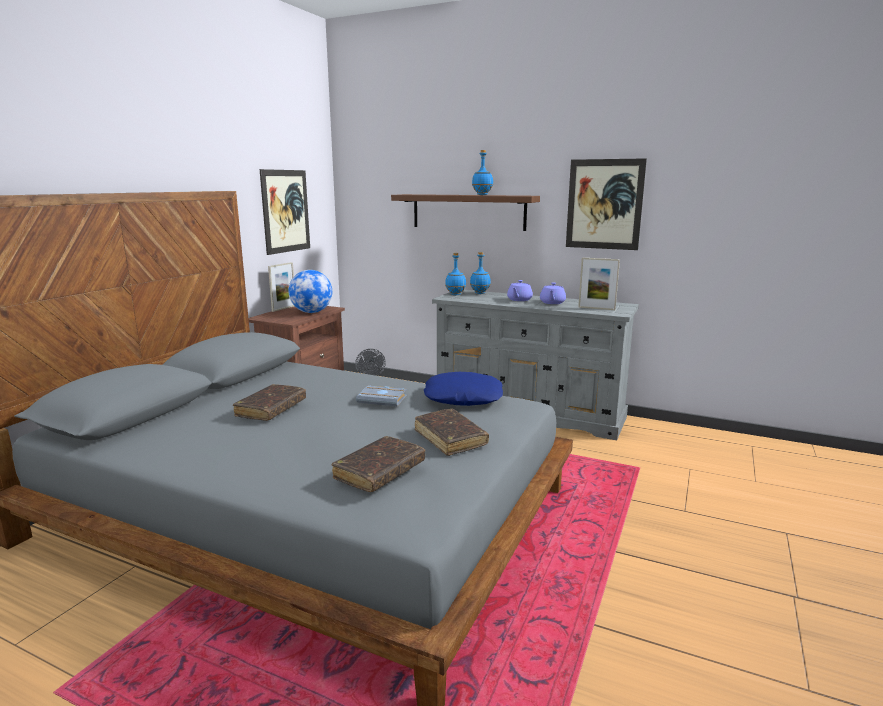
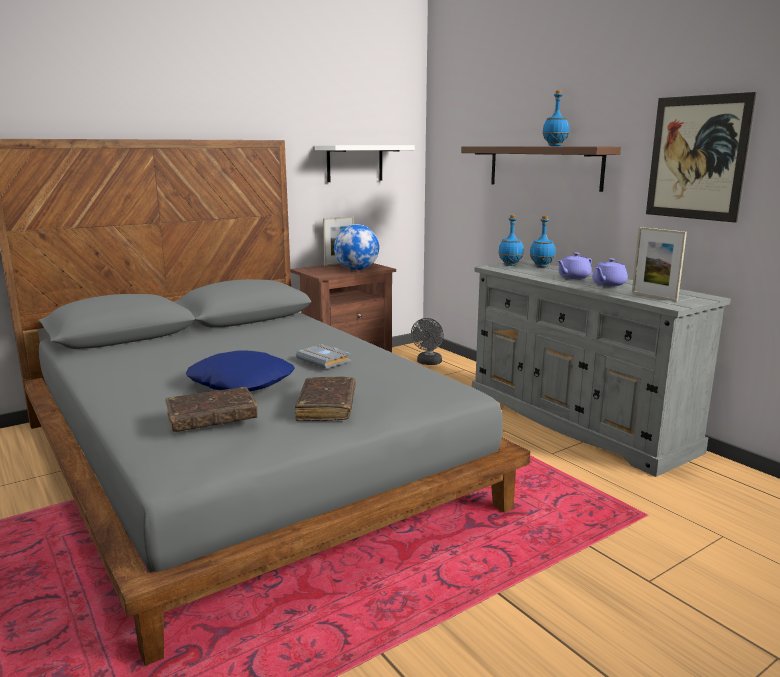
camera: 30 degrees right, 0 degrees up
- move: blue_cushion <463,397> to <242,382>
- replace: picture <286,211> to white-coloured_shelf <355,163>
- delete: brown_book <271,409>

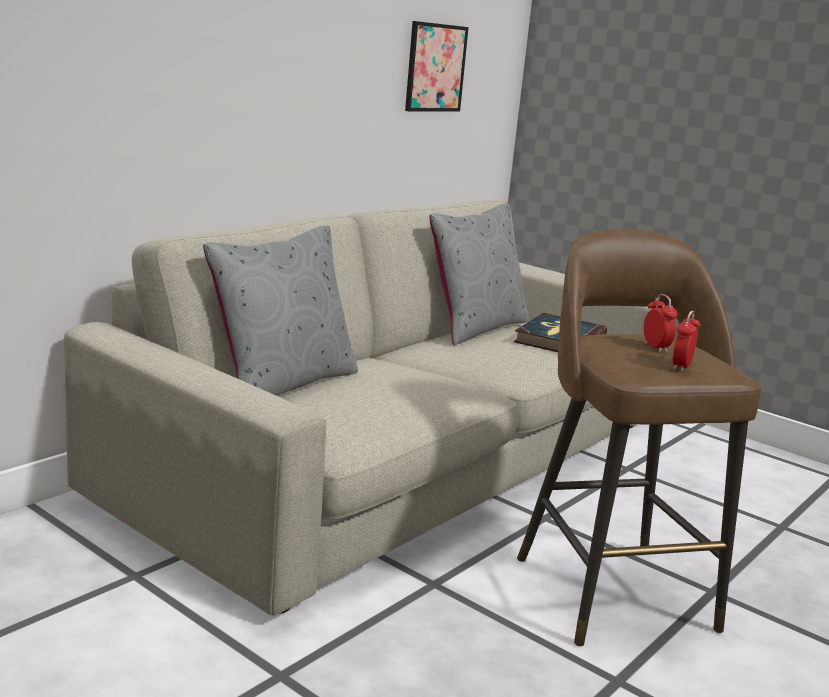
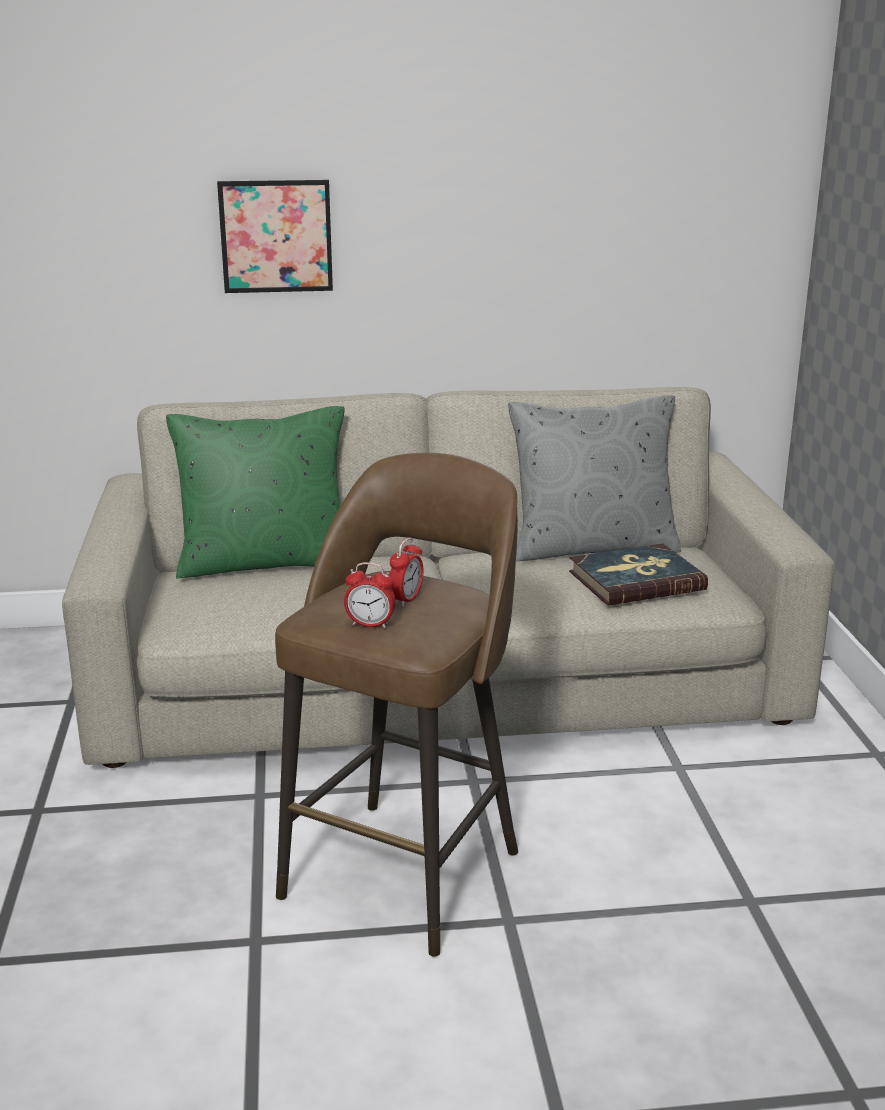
camera: 45 degrees right, 5 degrees up
- recolor: greyish_cushion <283,383> to green_cushion <265,563>
- move: picture <435,68> to <276,236>
- rotate: table_clock <681,366> = <370,625> 150 degrees counterclockwise

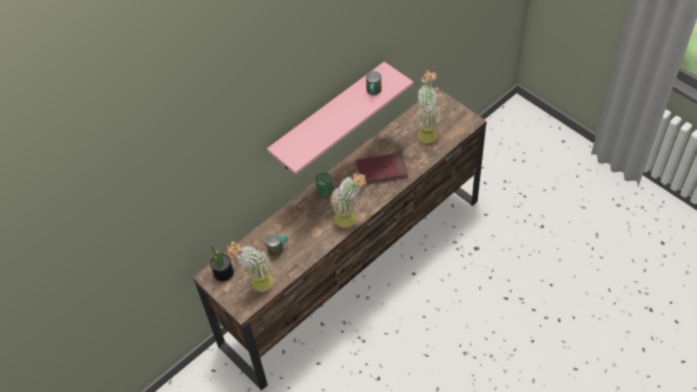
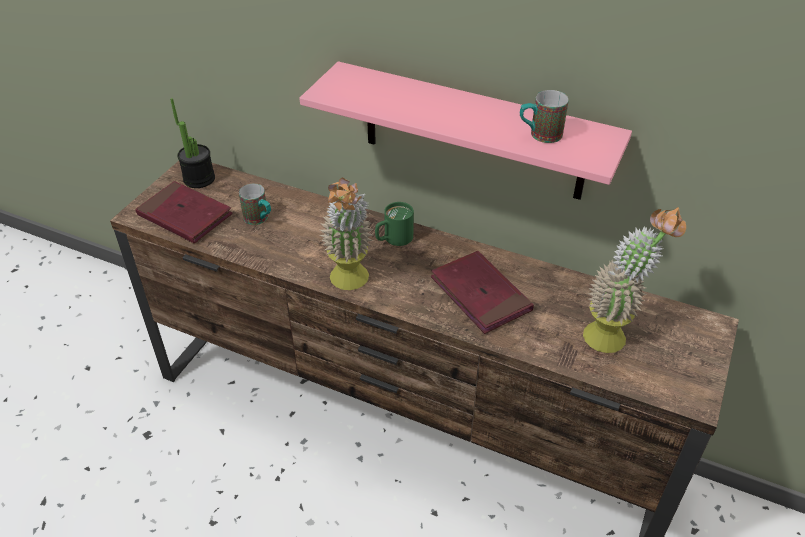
camera: 65 degrees right, 10 degrees down
- replace: potted_plant <256,285> to red_book <185,216>

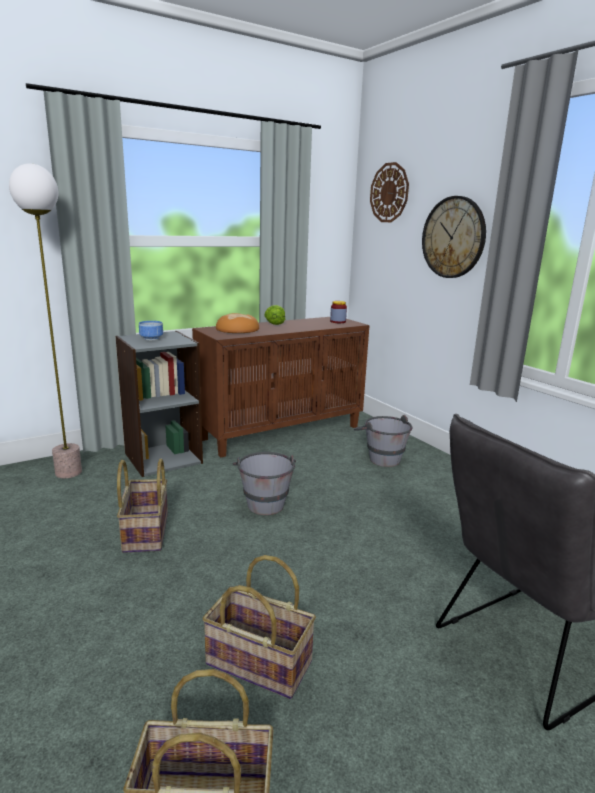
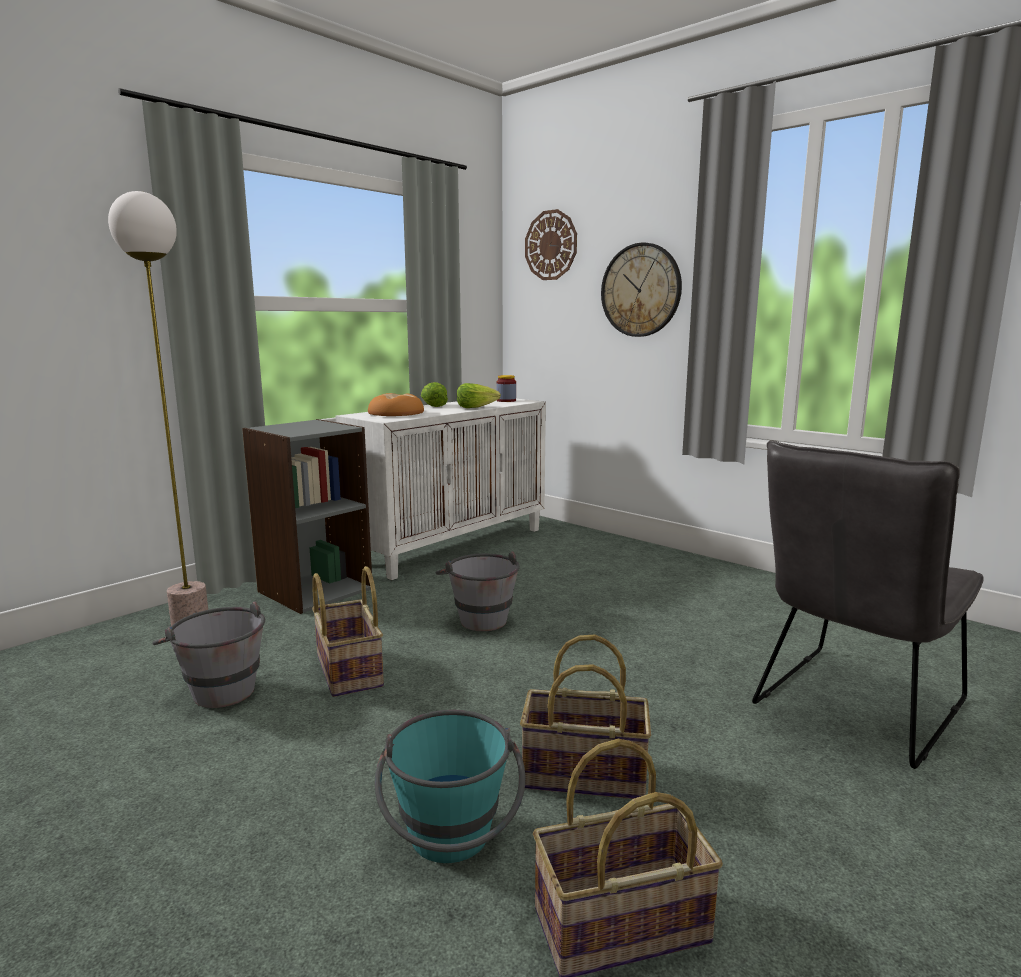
camera: 15 degrees left, 5 degrees down
- move: greyish_pail <380,457> to <218,688>
- recolor: brown_cabinet <282,432> to white-coloured_cabinet <451,545>
- insert: turquoise-coloured_pail <451,846>
- insert: head_of_lettuce <476,407>
- delete: bowl <152,339>

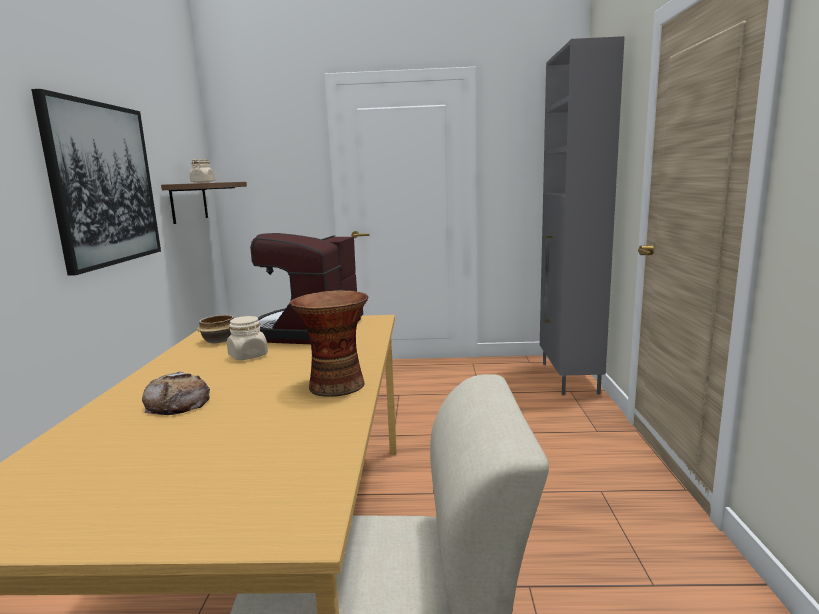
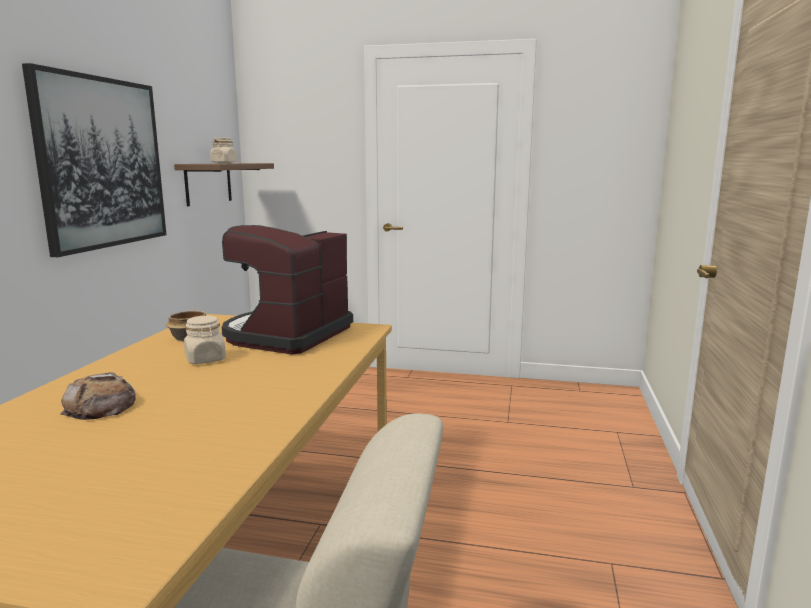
camera: 10 degrees right, 0 degrees up
- delete: flower_vase <335,385>
- delete: greyish_cabinet <569,378>

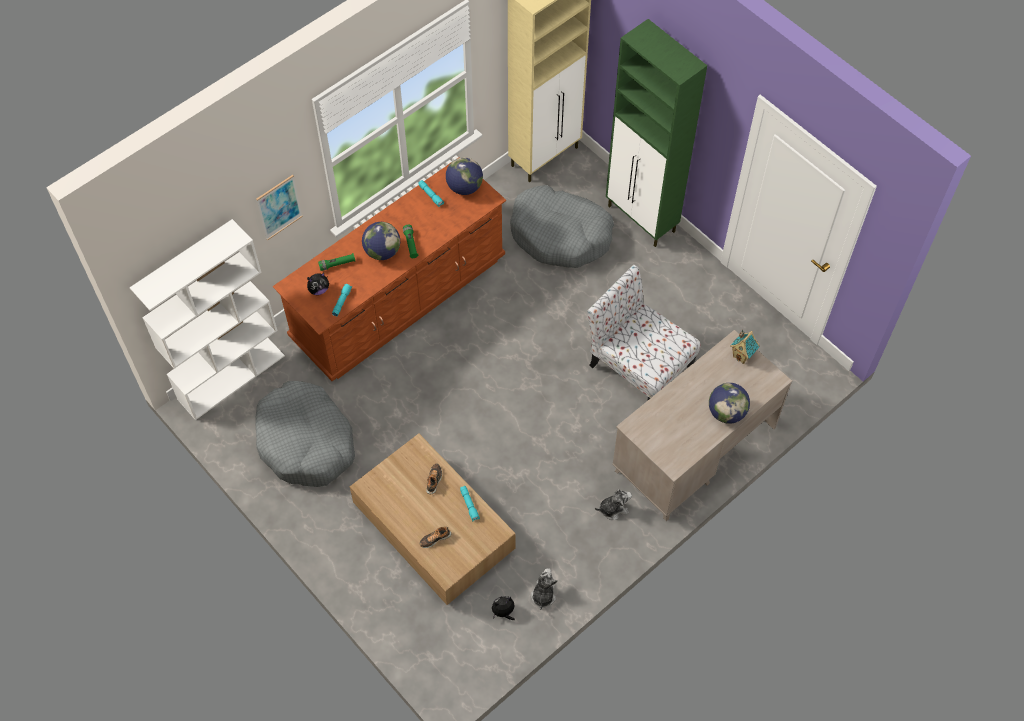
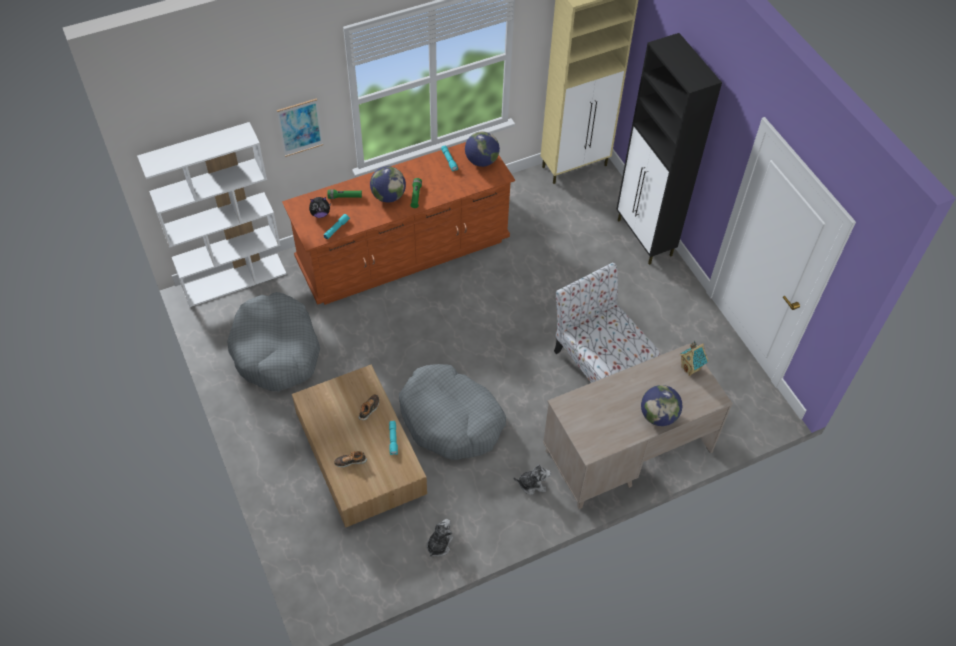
camera: 15 degrees right, 5 degrees down
- move: greyish_pet_bed <560,235> to <451,419>
- recolor: green_cabinet <642,219> to black-coloured_cabinet <644,238>
- delete: plush_toy <503,612>

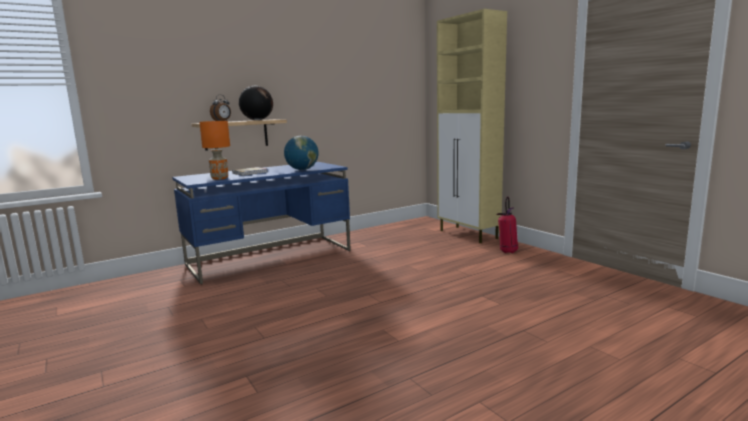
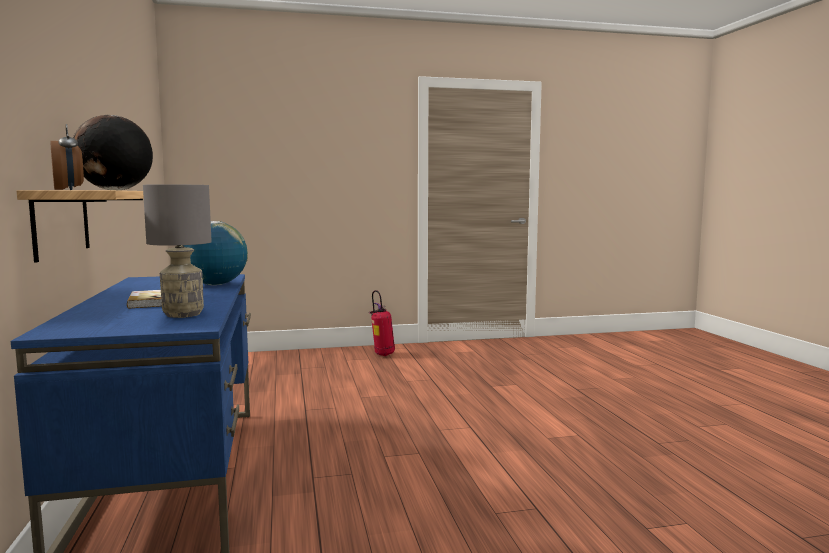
camera: 70 degrees left, 5 degrees down
- recolor: orangey_table_lamp <220,178> to greyish_table_lamp <183,314>
- delete: sand-coloured_cabinet <468,235>

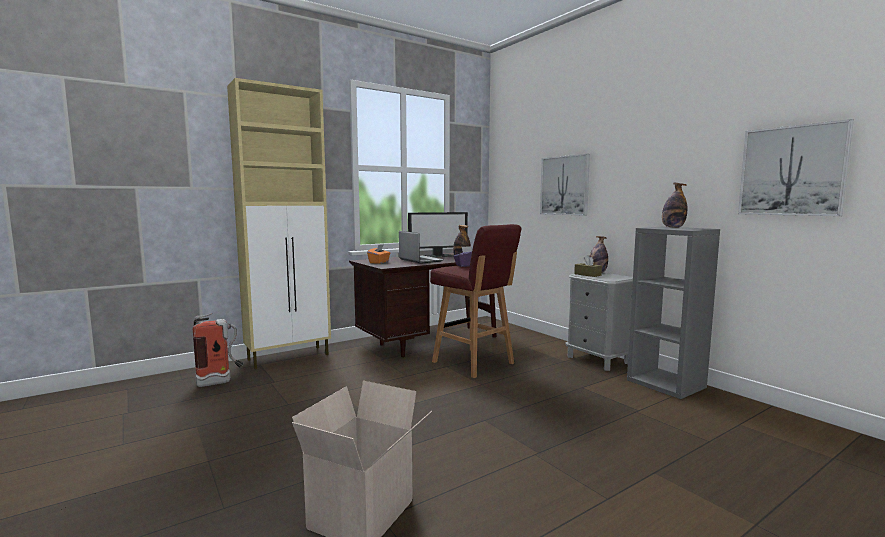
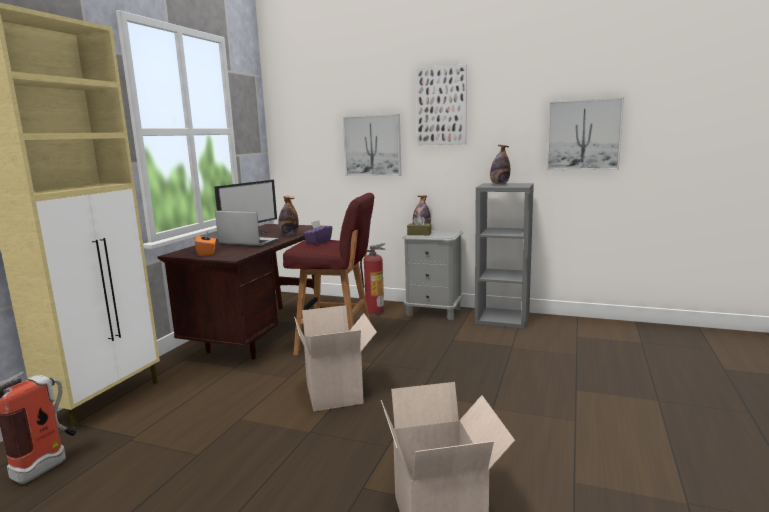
camera: 35 degrees left, 5 degrees up
- insert: packing_box <336,394>
- insert: extinguisher <375,312>
- insert: picture <441,106>

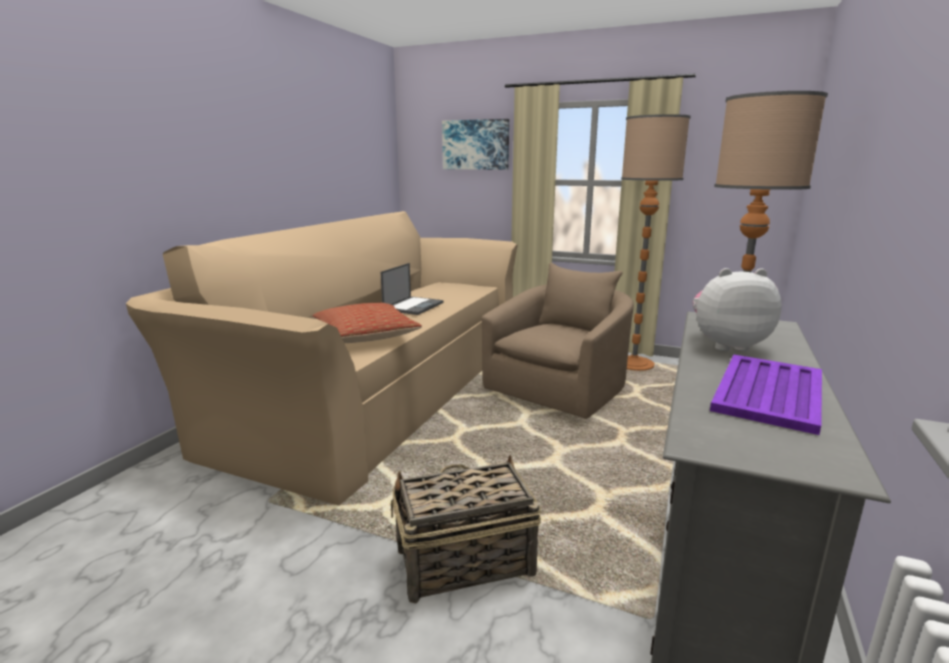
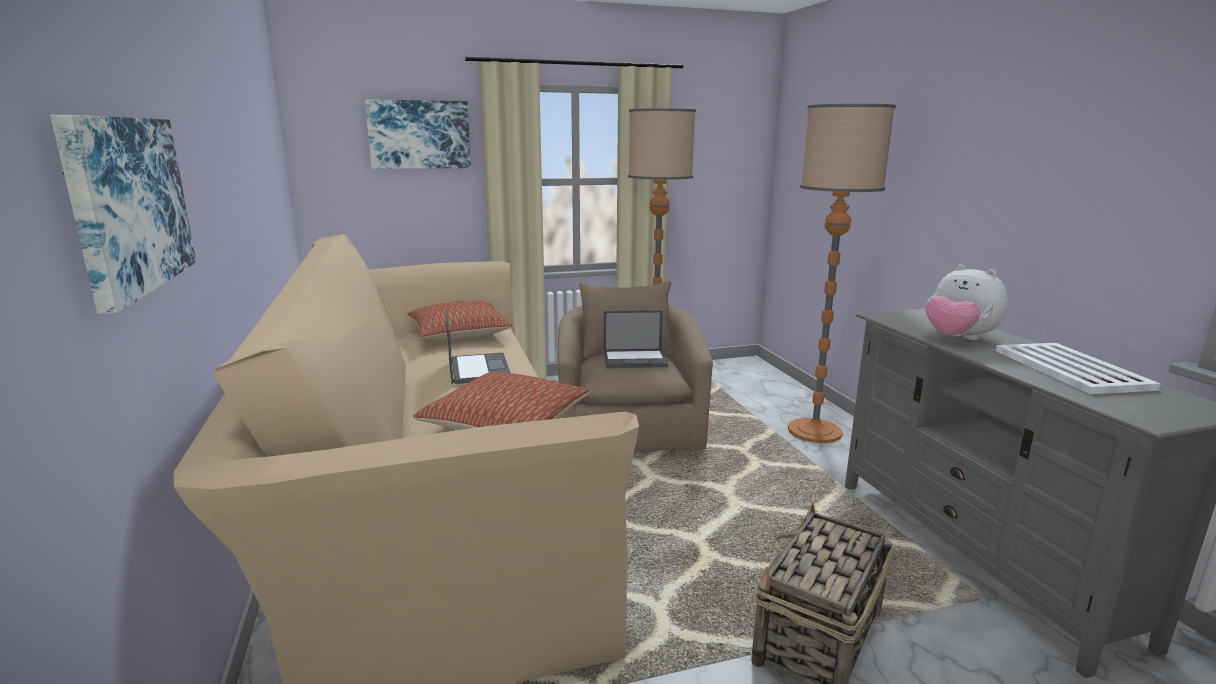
camera: 40 degrees left, 0 degrees up
- insert: picture <127,204>
- insert: cushion <459,335>
- insert: laptop <635,359>
- rotate: plush_toy <726,345> = <958,338> 90 degrees counterclockwise
- recolor: purple_serving_tray <768,393> to white-coloured_serving_tray <1071,369>

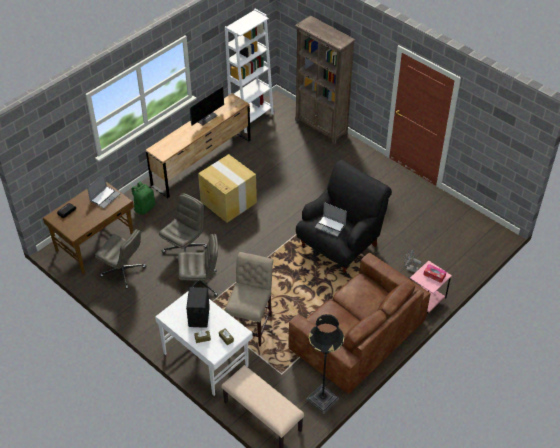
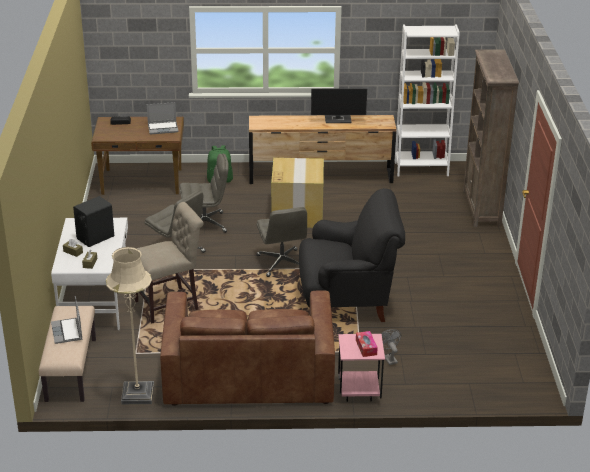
camera: 45 degrees right, 15 degrees down
- move: laptop <331,226> to <67,332>
- recolor: black-coloured_standard_lamp <322,400> to sand-coloured_standard_lamp <137,394>
- move: greyish_office_chair <123,272> to <282,263>

